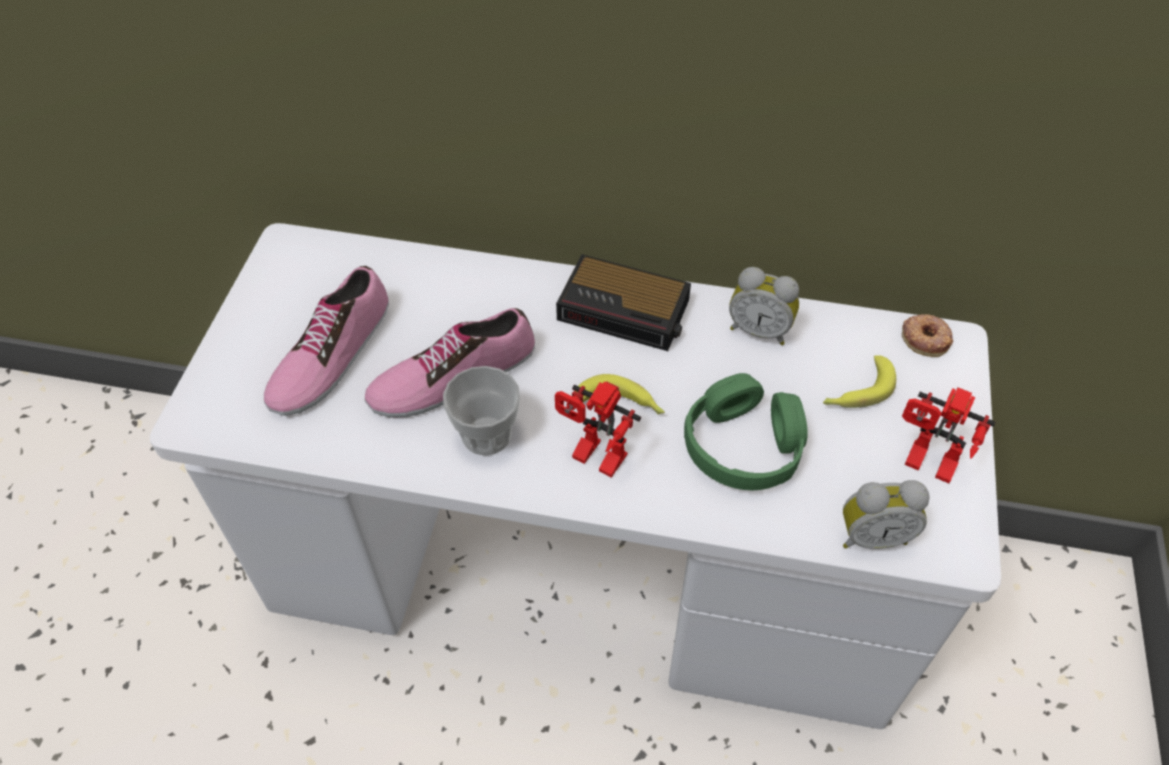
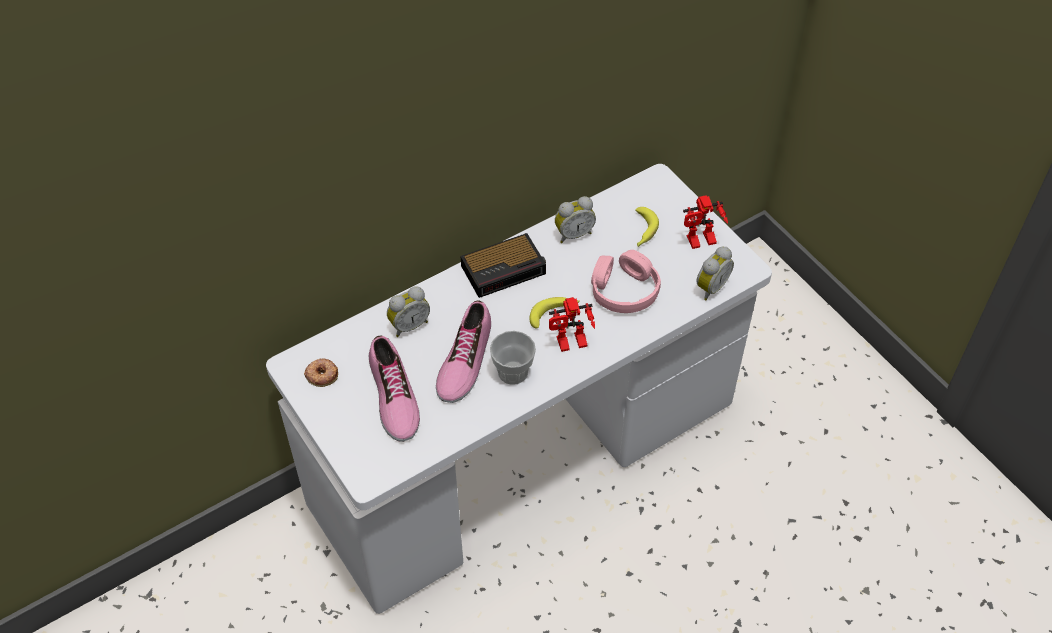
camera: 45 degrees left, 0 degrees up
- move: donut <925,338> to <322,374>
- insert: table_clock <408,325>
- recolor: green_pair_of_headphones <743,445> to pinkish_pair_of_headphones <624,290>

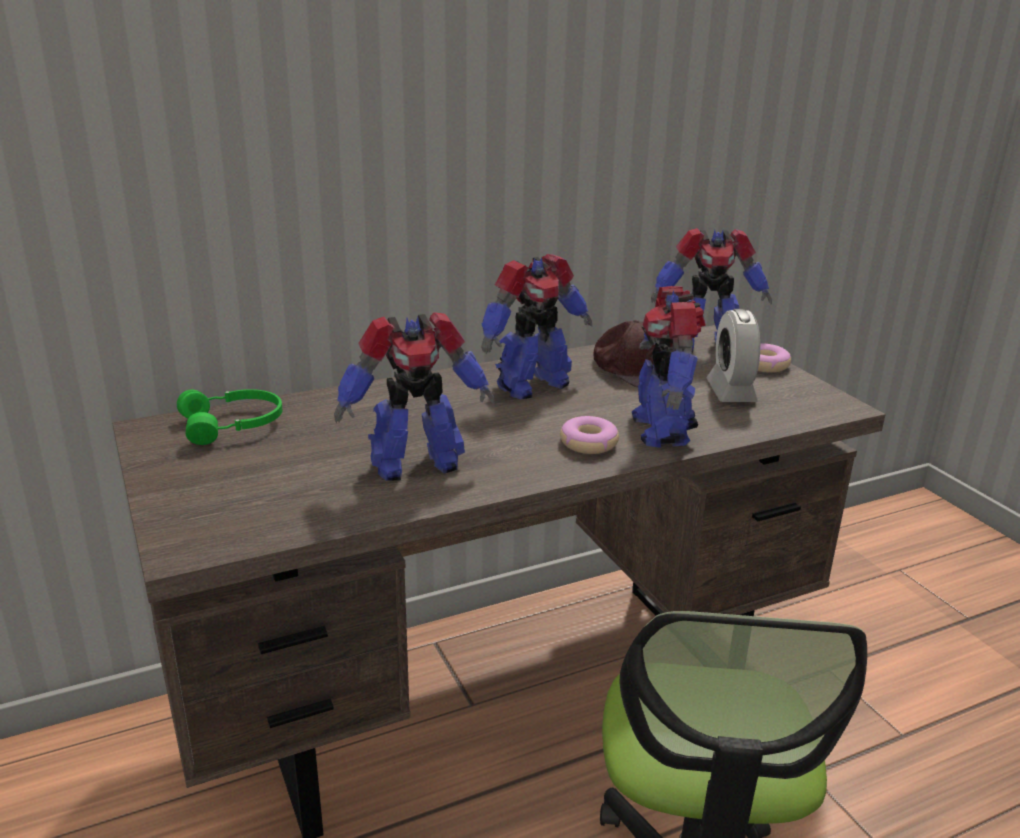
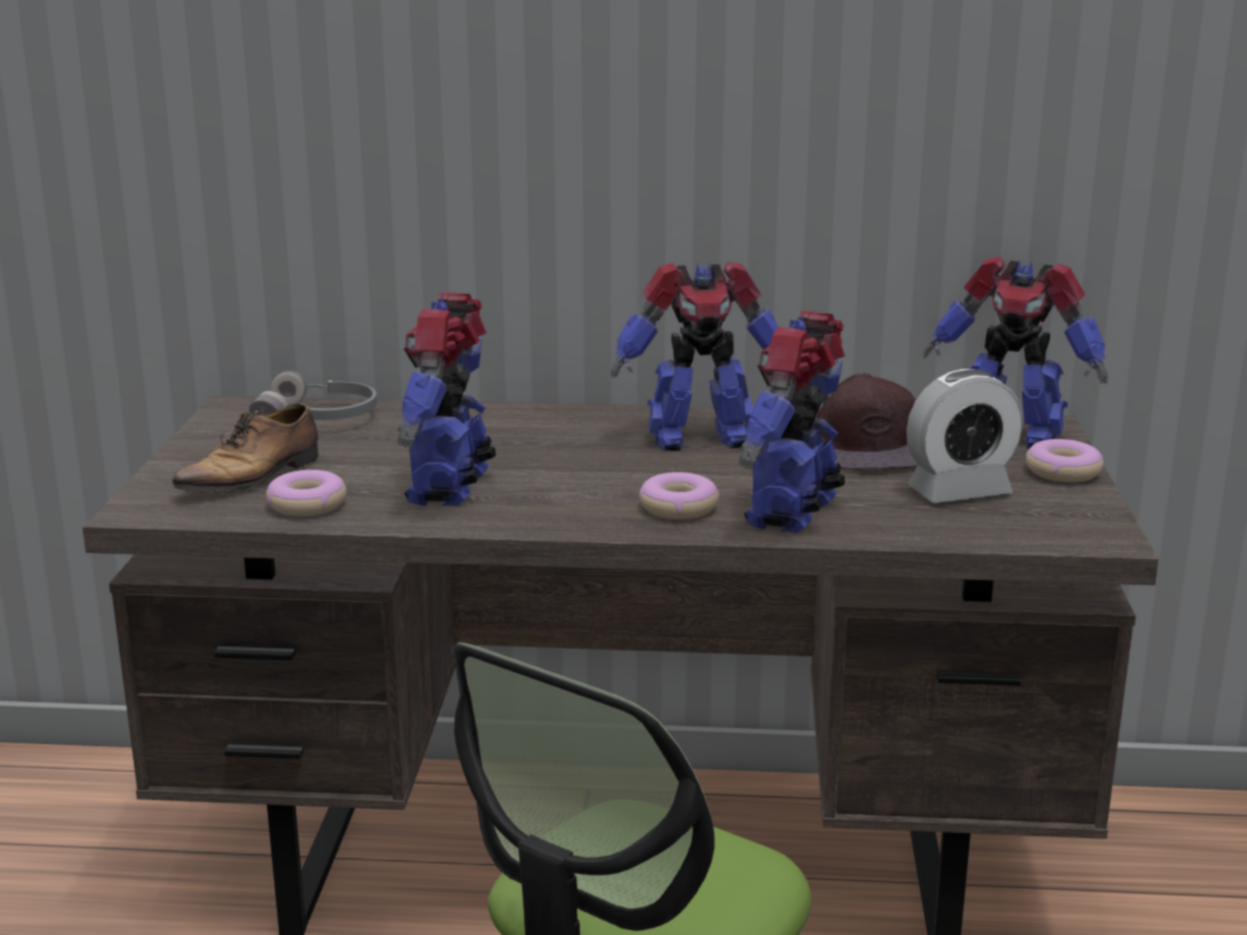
camera: 30 degrees right, 5 degrees down
- insert: low_shoe <253,476>
- recolor: green_pair_of_headphones <234,425> to greyish_pair_of_headphones <319,418>
- insert: donut <307,505>
- rotate: robot_figure <414,463> = <452,487> 90 degrees clockwise
- rotate: table_clock <731,391> = <959,492> 135 degrees counterclockwise

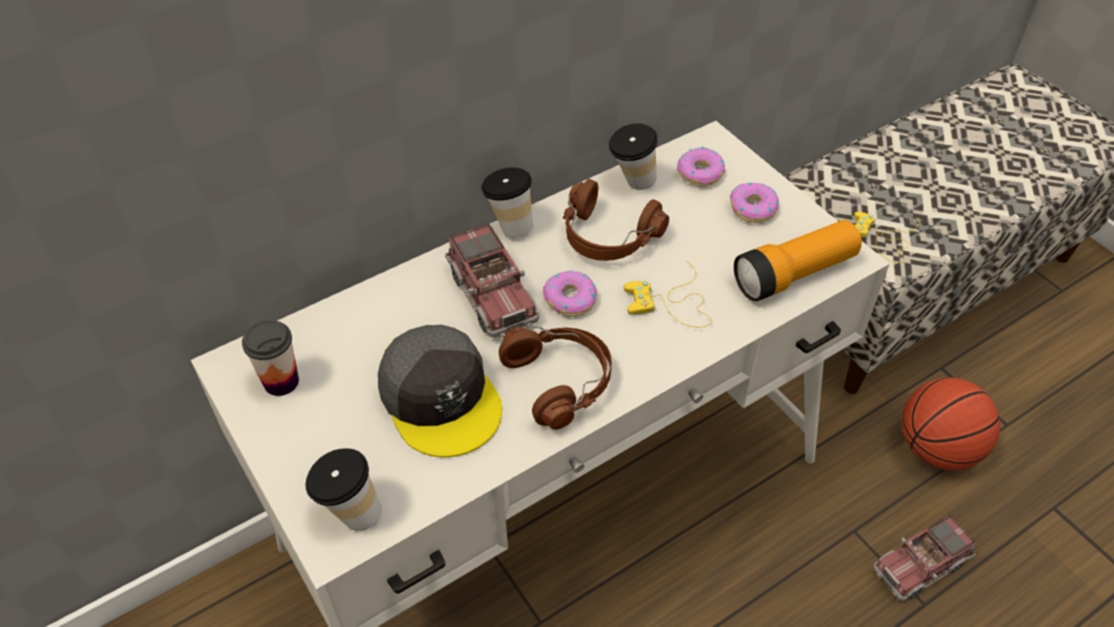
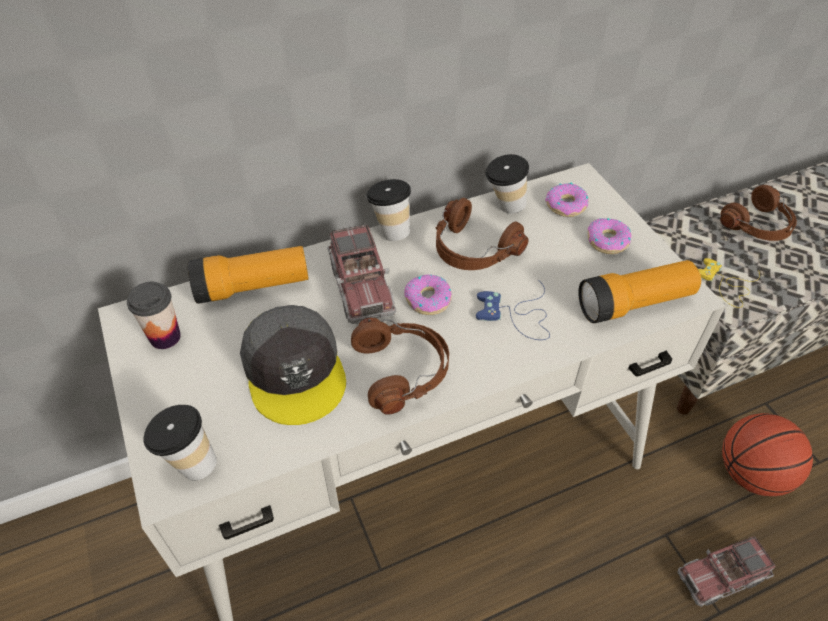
camera: 10 degrees right, 0 degrees up
- insert: torch <252,287>
- recolor: yellow-coloured_game_controller <671,303> to blue_game_controller <517,315>
- insert: brown_pair_of_headphones <758,226>

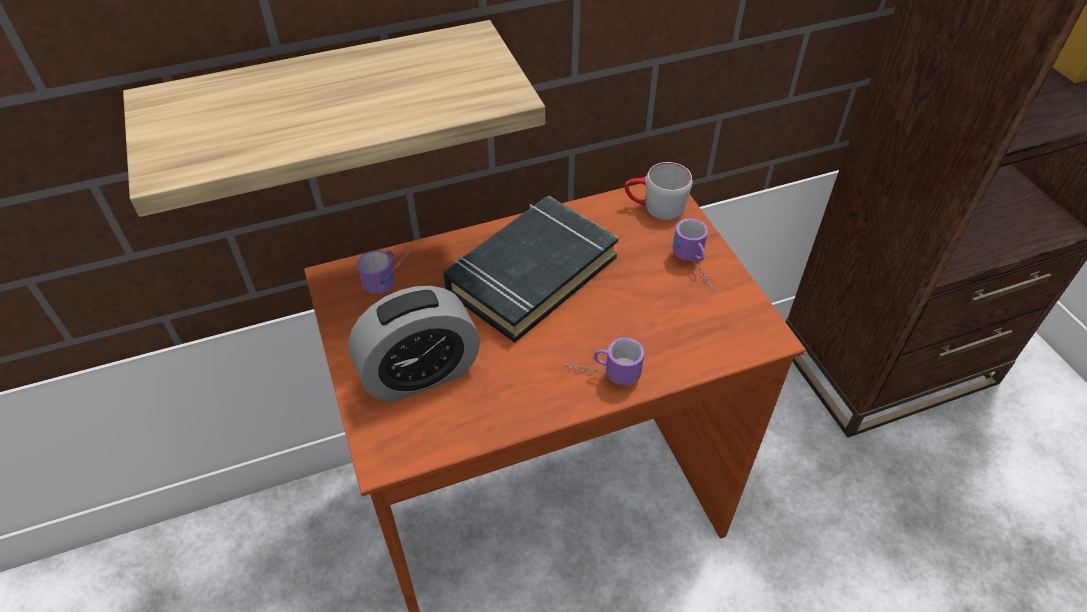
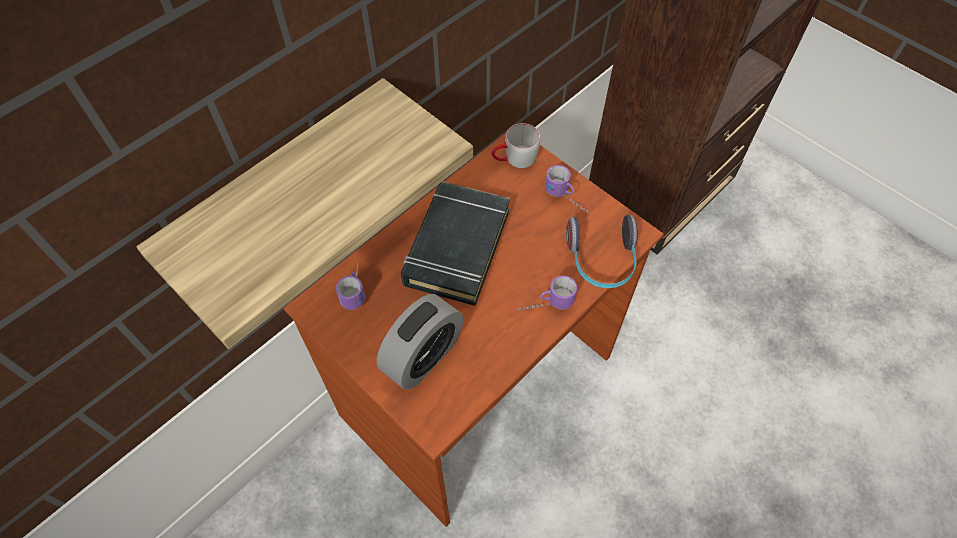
camera: 25 degrees left, 10 degrees up
- insert: pair_of_headphones <601,261>

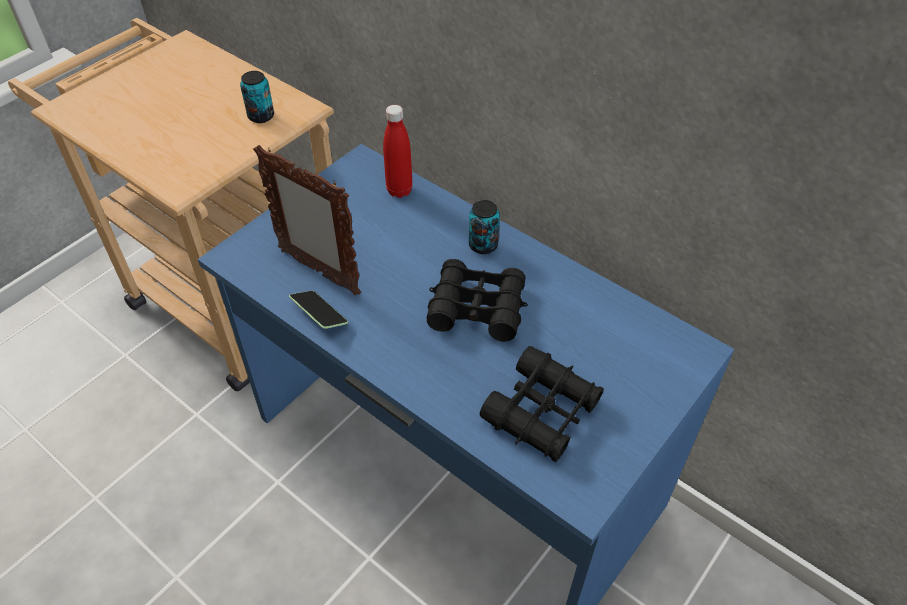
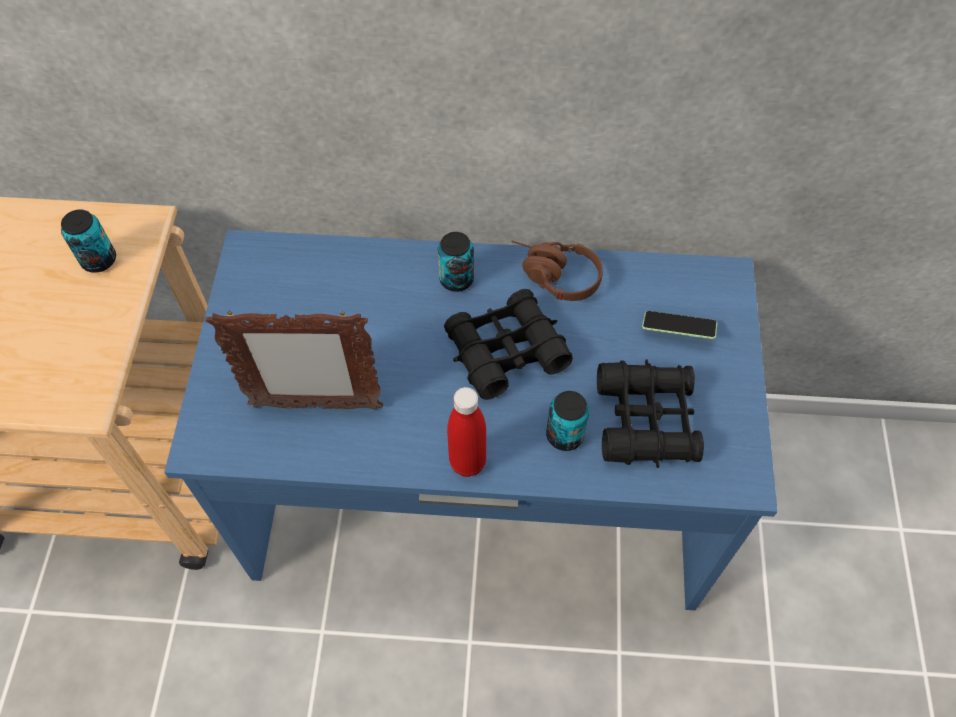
camera: 35 degrees left, 10 degrees up
- move: red_beverage_bottle <399,190> to <467,462>
- insert: brown_pair_of_headphones <552,276>
- insert: can <565,435>
- move: telephone <319,315> to <677,330>

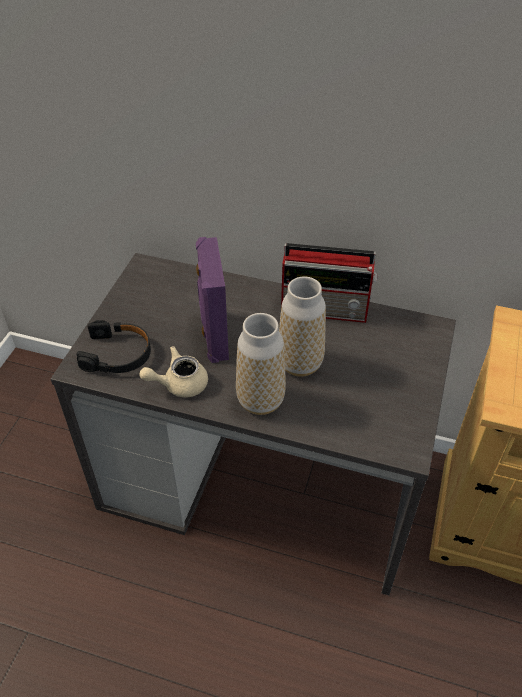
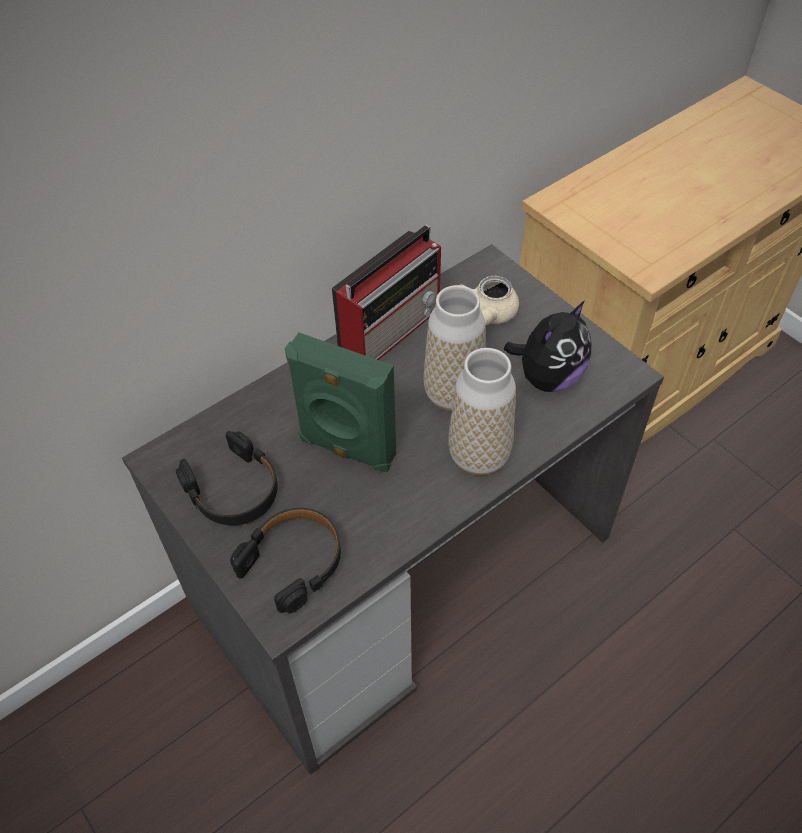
camera: 55 degrees left, 5 degrees up
- insert: black-coloured_pair_of_headphones <234,489>
- recolor: purple_speaker <213,336> to green_speaker <346,449>
- move: sand-coloured_tea_pot <179,384> to <489,315>
- insert: plush_toy <548,377>

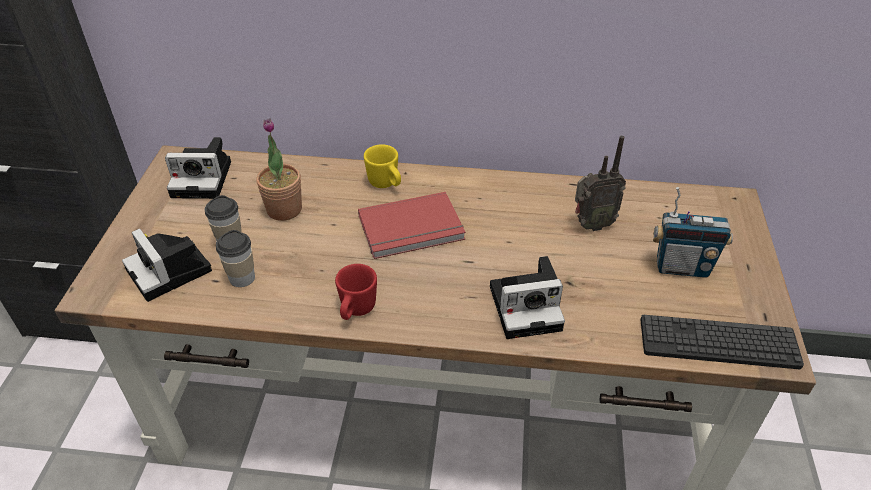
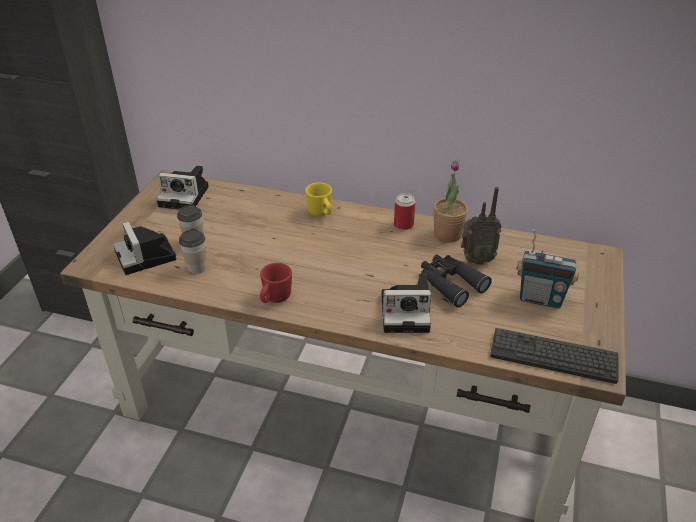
camera: 10 degrees right, 5 degrees down
- insert: can <403,225>
- insert: black-coloured_binoculars <450,283>
- move: potted_plant <284,209> to <447,234>
- delete: red_book <412,229>

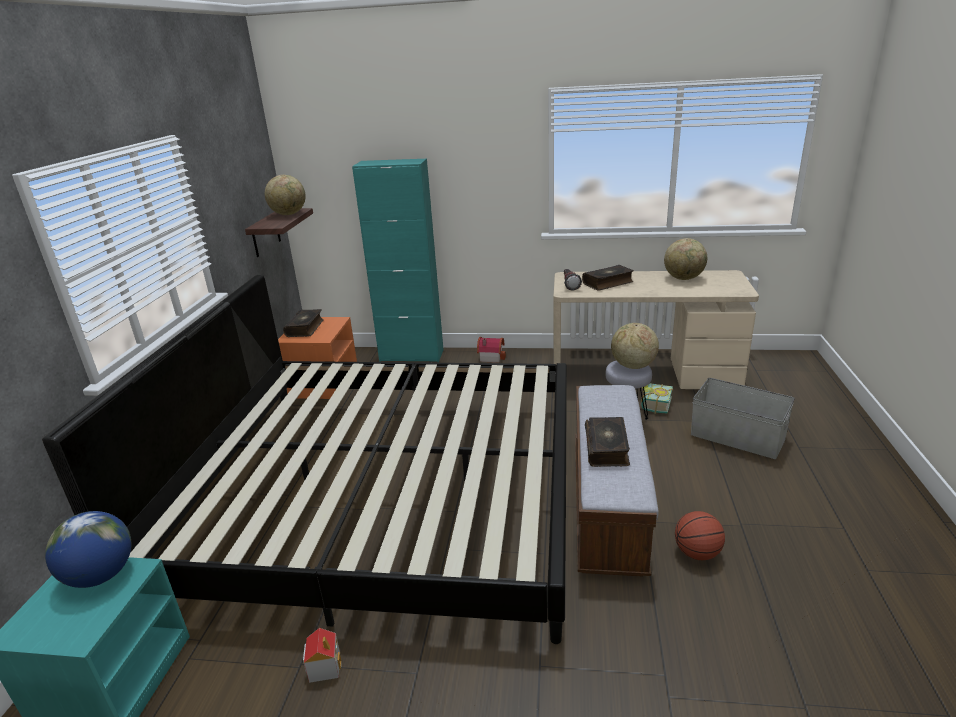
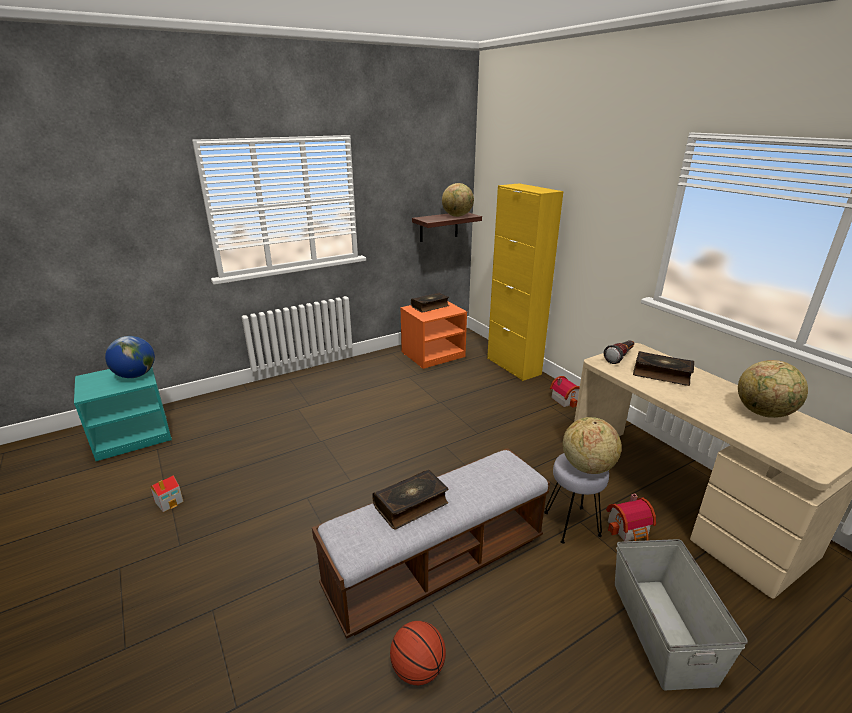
camera: 50 degrees right, 0 degrees up
- recolor: turquoise-coloured_cabinet <411,355> to yellow-coloured_cabinet <513,366>
- replace: book <652,405> to model_house <630,530>
- delete: bedroom_bed <385,493>

